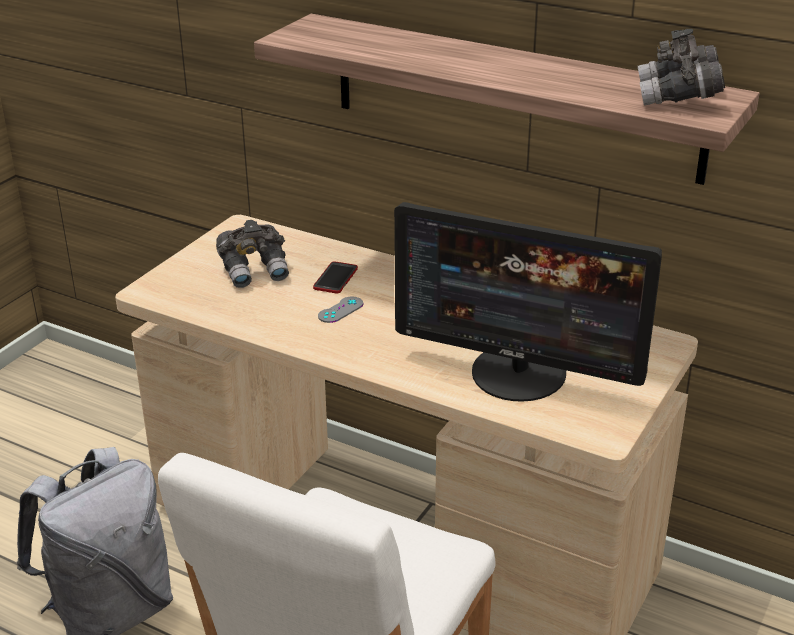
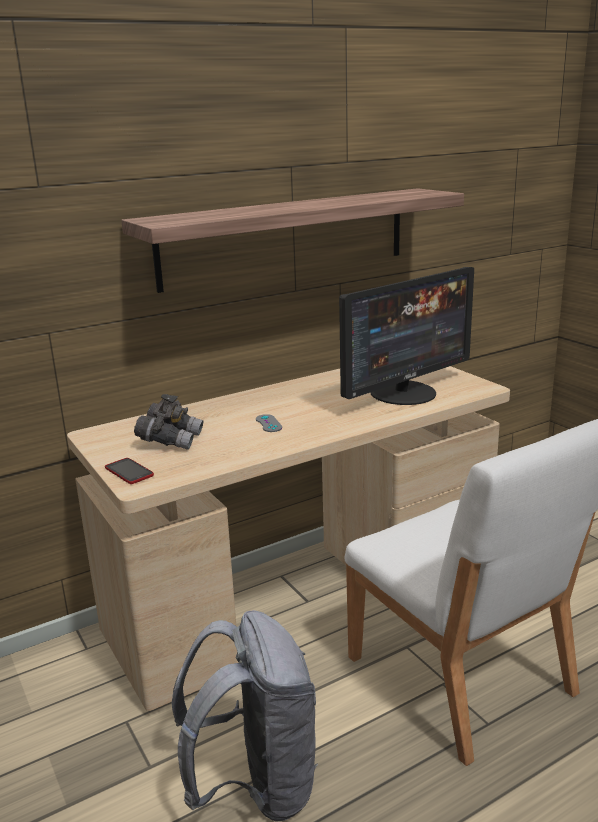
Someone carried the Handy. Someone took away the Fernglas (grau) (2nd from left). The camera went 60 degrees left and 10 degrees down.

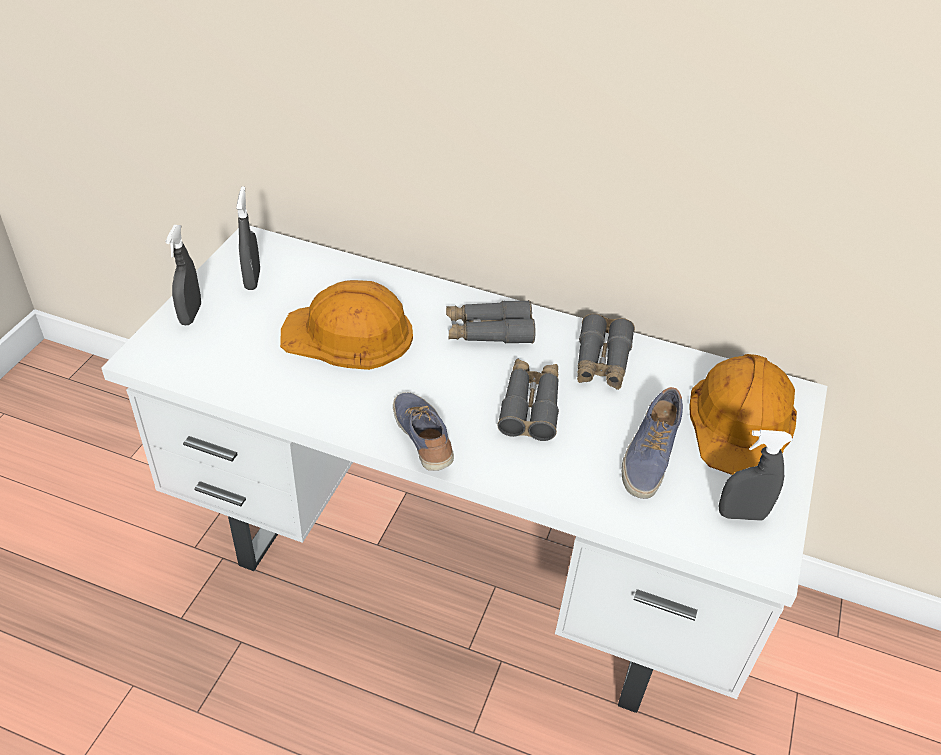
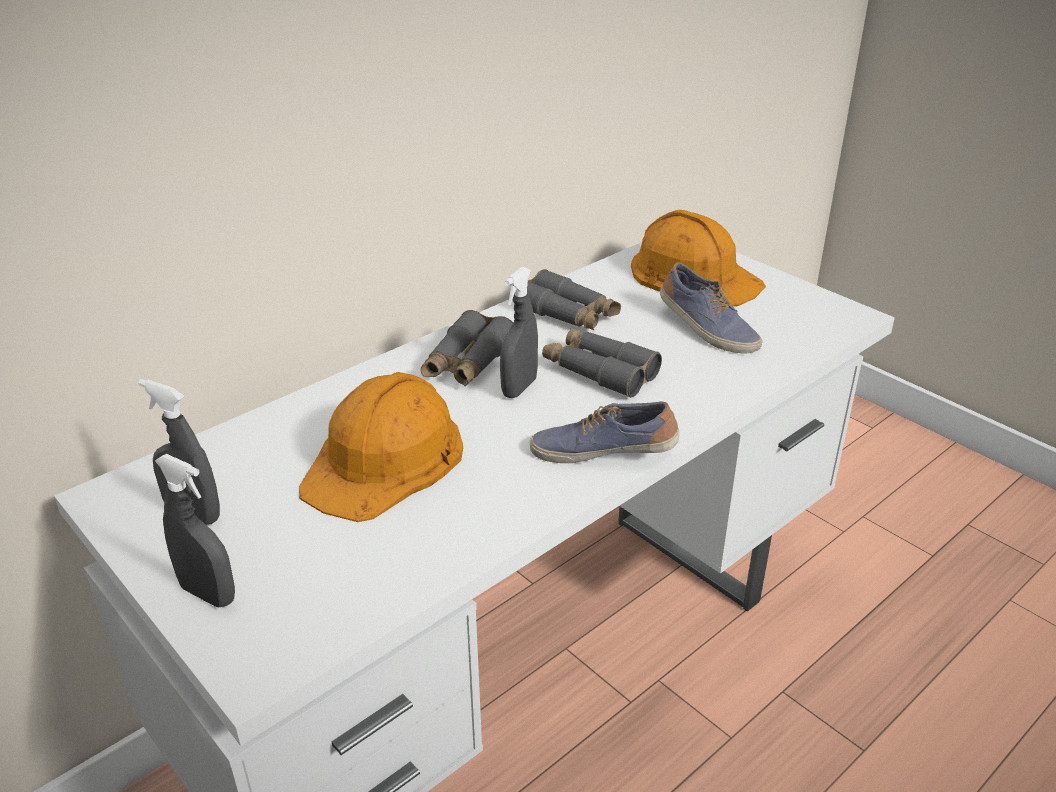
Someone carried the Sprühflasche (grau) (3rd from left). The camera went 60 degrees left and 10 degrees down.

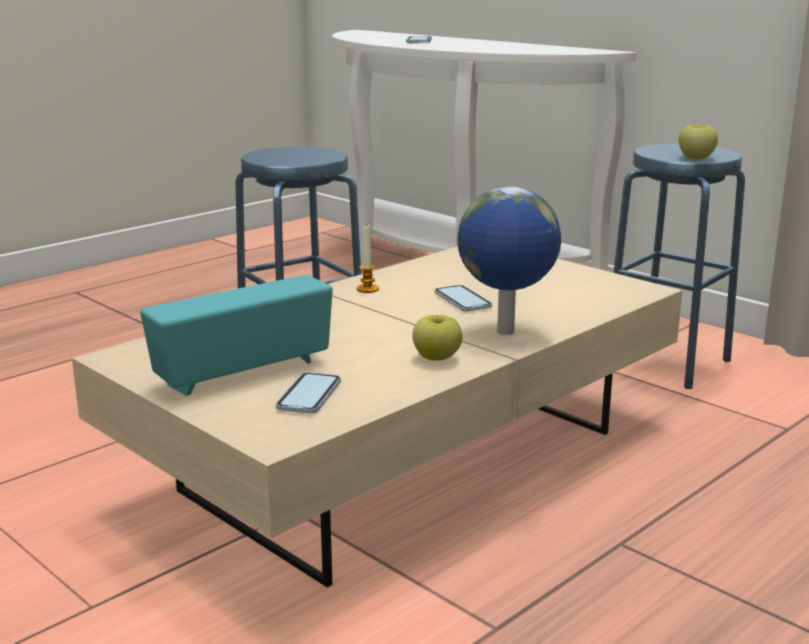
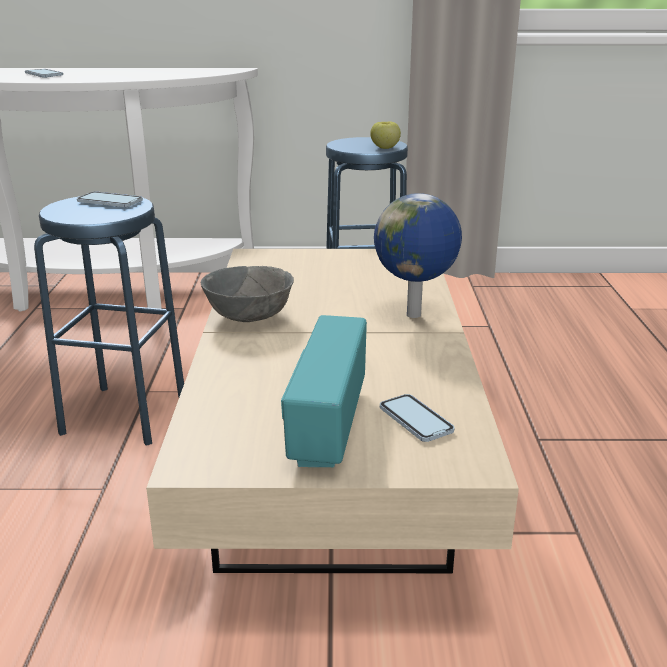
Someone carried the Handy (3rd from left in the first image). Someone swapped the Kerze for the Schüssel (grau). Someone took away the Apfel (1st from left). The camera went 45 degrees left and 5 degrees up.

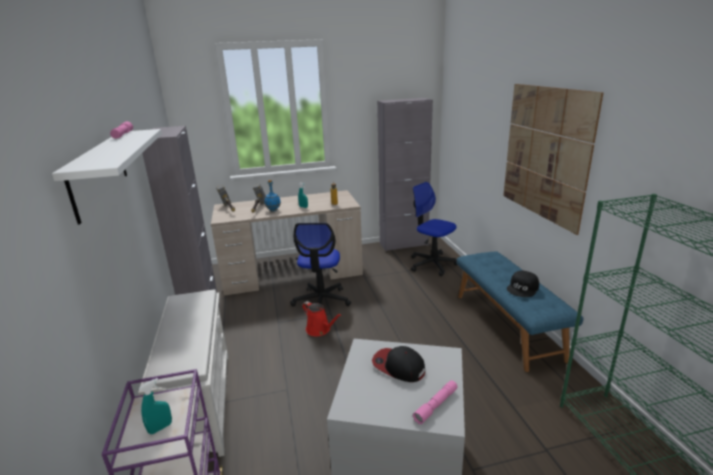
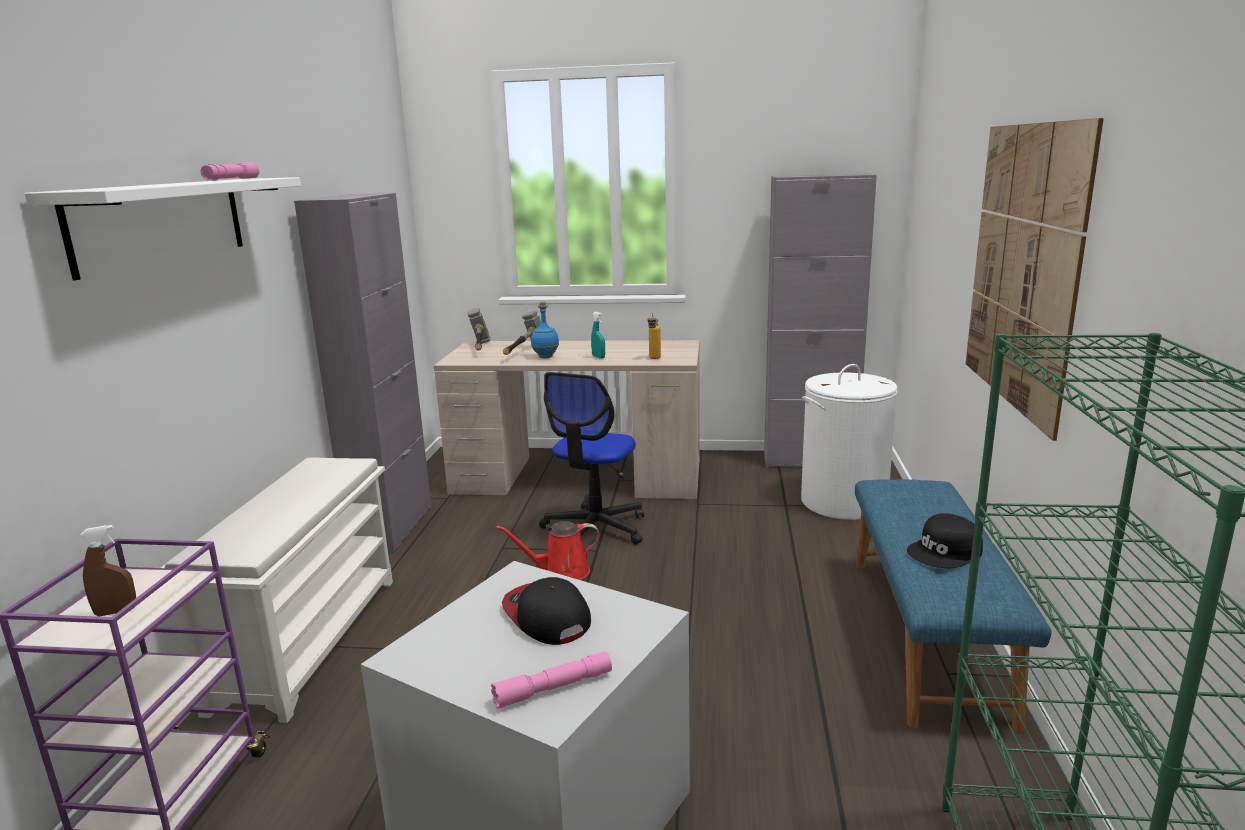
Someone repainted the Sprühflasche (türkis) (1st from left), which became the Sprühflasche (braun). Someone rotated the Gießkanne (rot) by 105 degrees clockwise. Someone swapped the Bürostuhl (2nd from left) for the Wäschekorb (weiß). The camera went 20 degrees right and 5 degrees down.

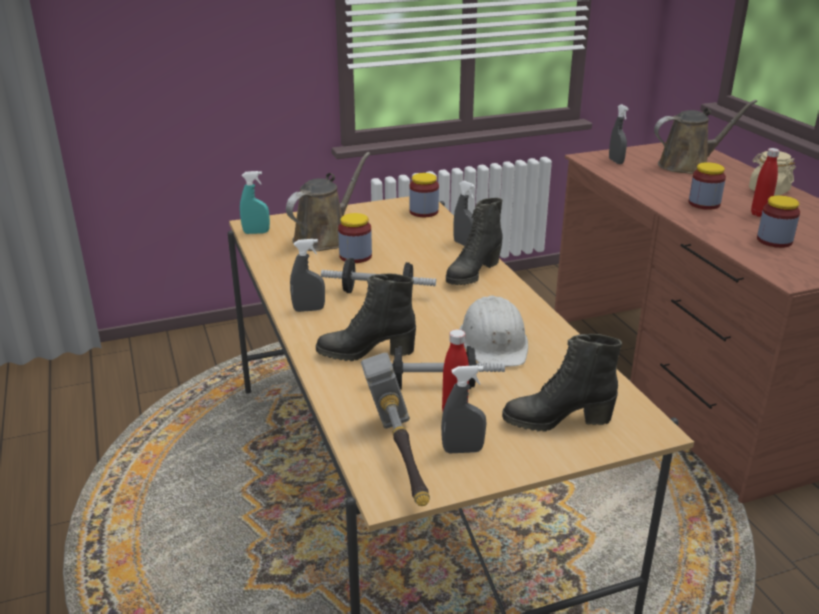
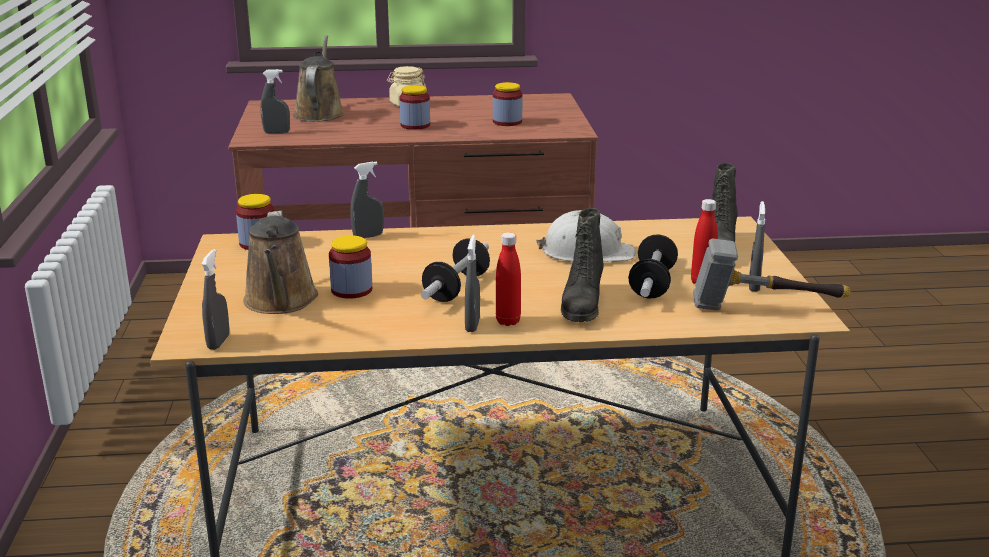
Someone repainted the Sprühflasche (türkis), which became the Sprühflasche (grau) (1st from left). Someone rotated the Gießkanne (braun) (1st from left) by 150 degrees counterclockwise. Someone carried the Flasche (rot) (2nd from left in the first image). Someone took away the Stiefel (schwarz) (2nd from left). The camera went 75 degrees left and 5 degrees down.

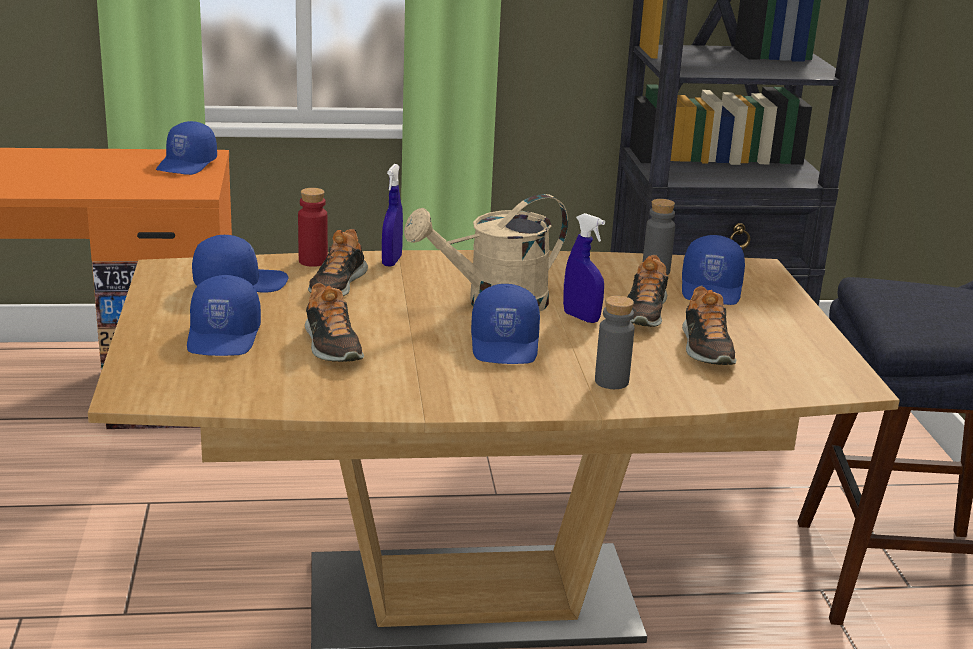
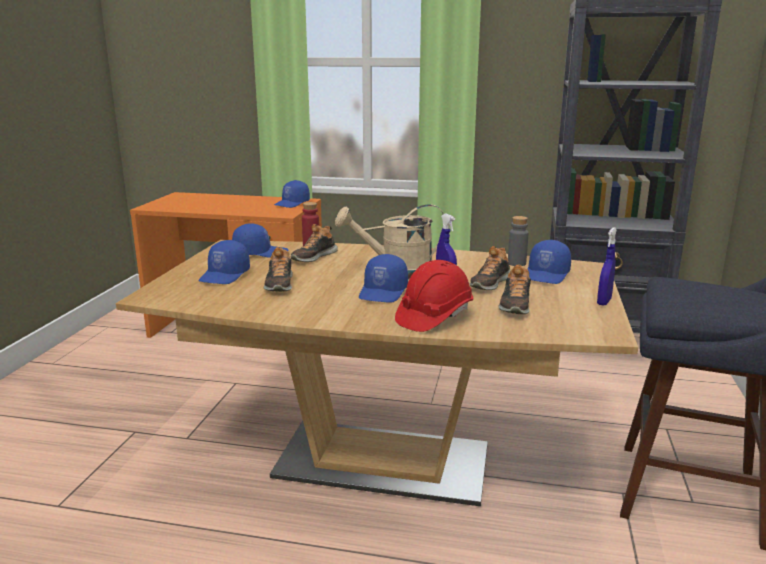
Someone swapped the Flasche (grau) (1st from left) for the Schutzhelm (rot). Someone carried the Sprühflasche (blau) (1st from left in the first image). The camera went 20 degrees right and 5 degrees down.

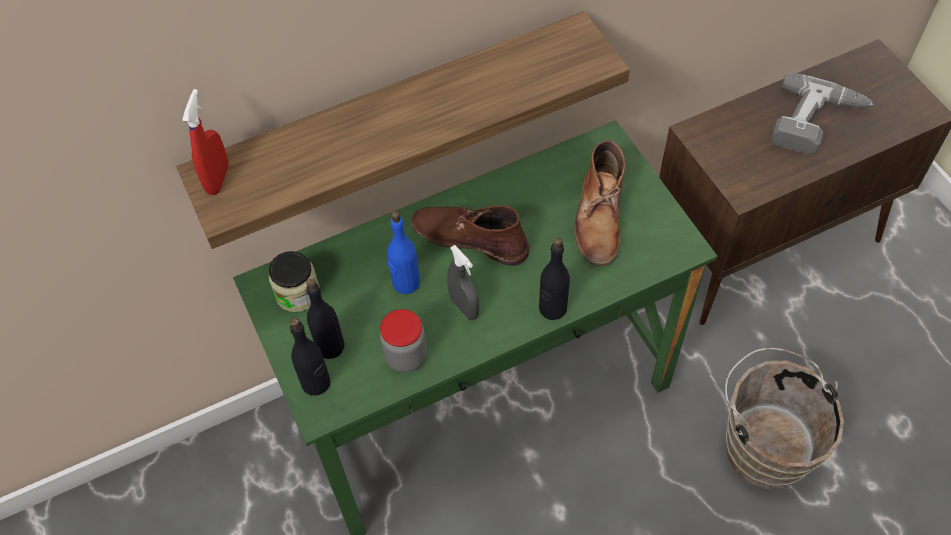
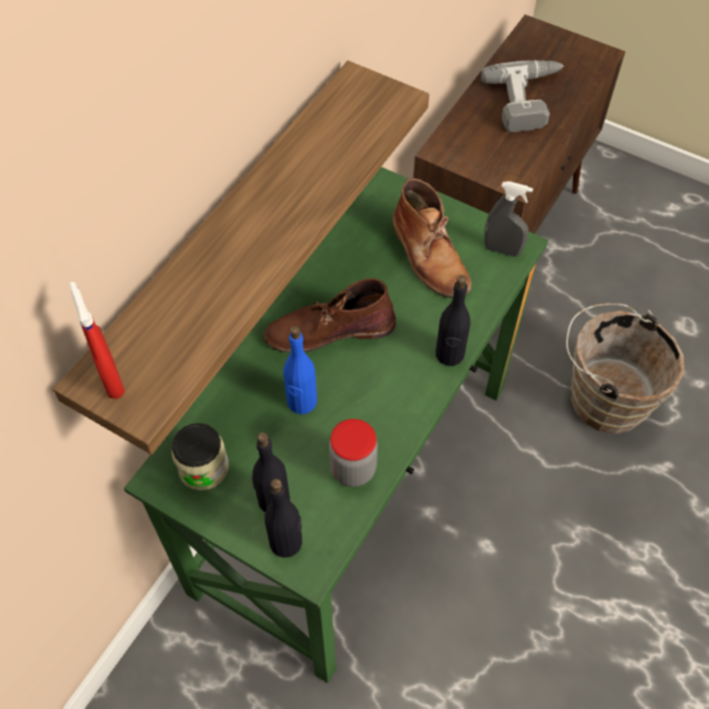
Someone carried the Sprühflasche (grau). The camera went 35 degrees left and 0 degrees up.

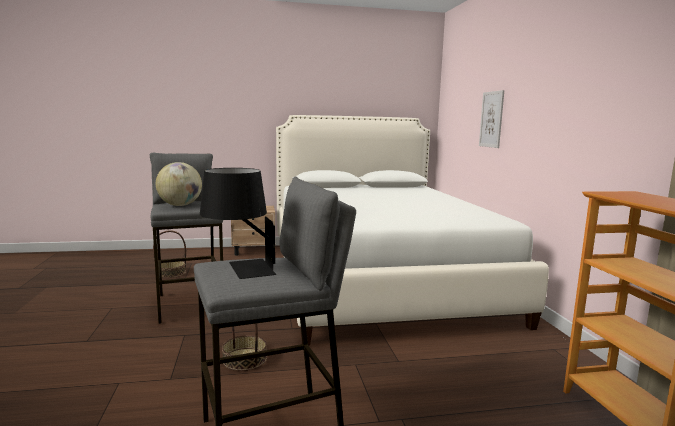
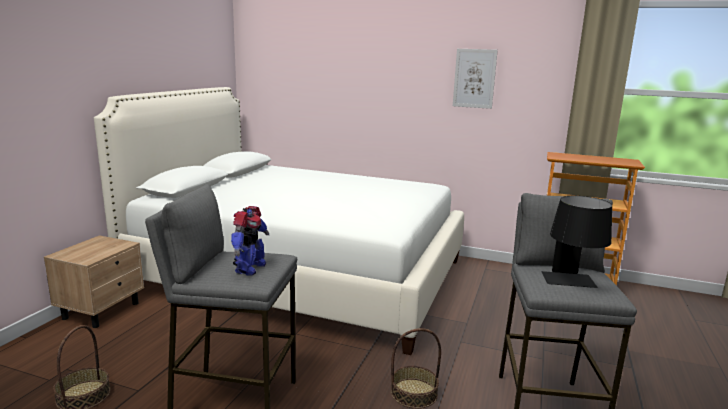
Someone swapped the Globus for the Spielzeugroboter. Someone carried the Bild. The camera went 60 degrees left and 5 degrees up.

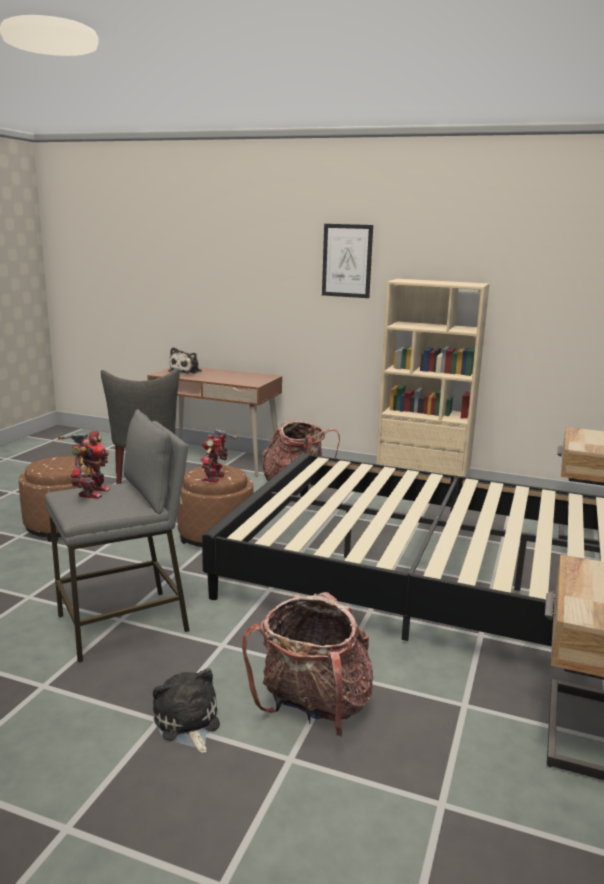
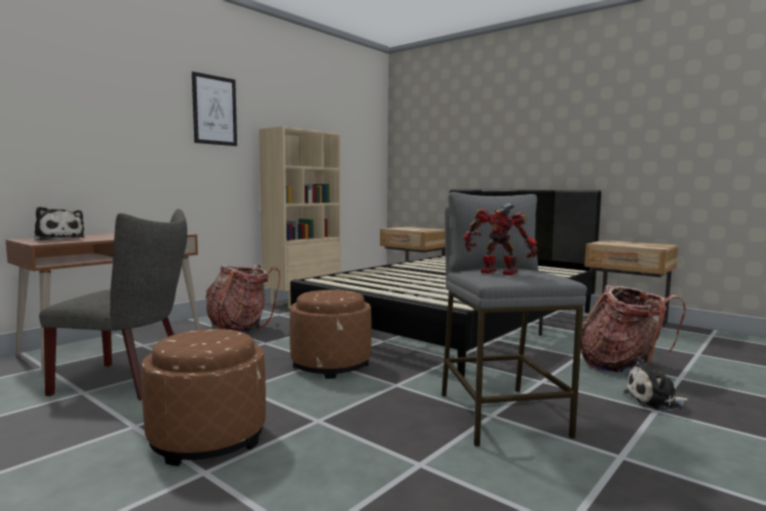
Someone took away the Spielzeugroboter (2nd from left). The camera went 70 degrees left and 10 degrees down.

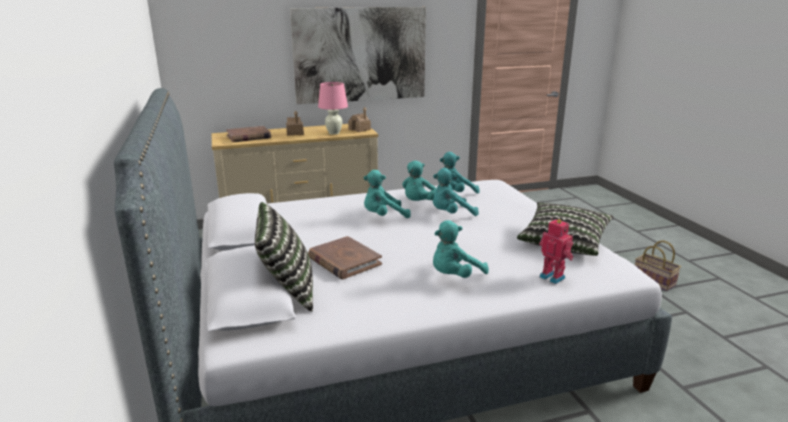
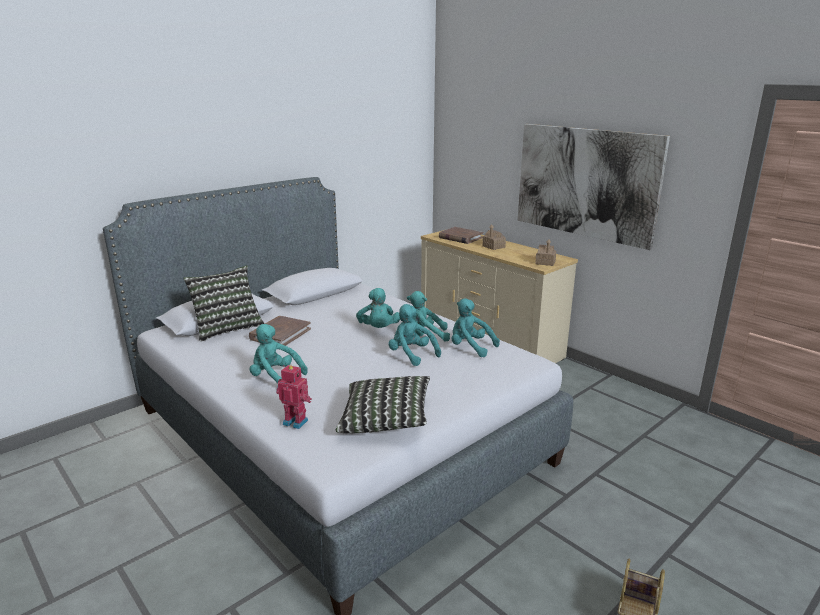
Someone rotated the Spielzeugroboter by 90 degrees counterclockwise. Someone rotated the Plüschtier (türkis) (1st from left in the first image) by 150 degrees counterclockwise. Someone took away the Tischlampe (rosa). The camera went 65 degrees right and 0 degrees up.

